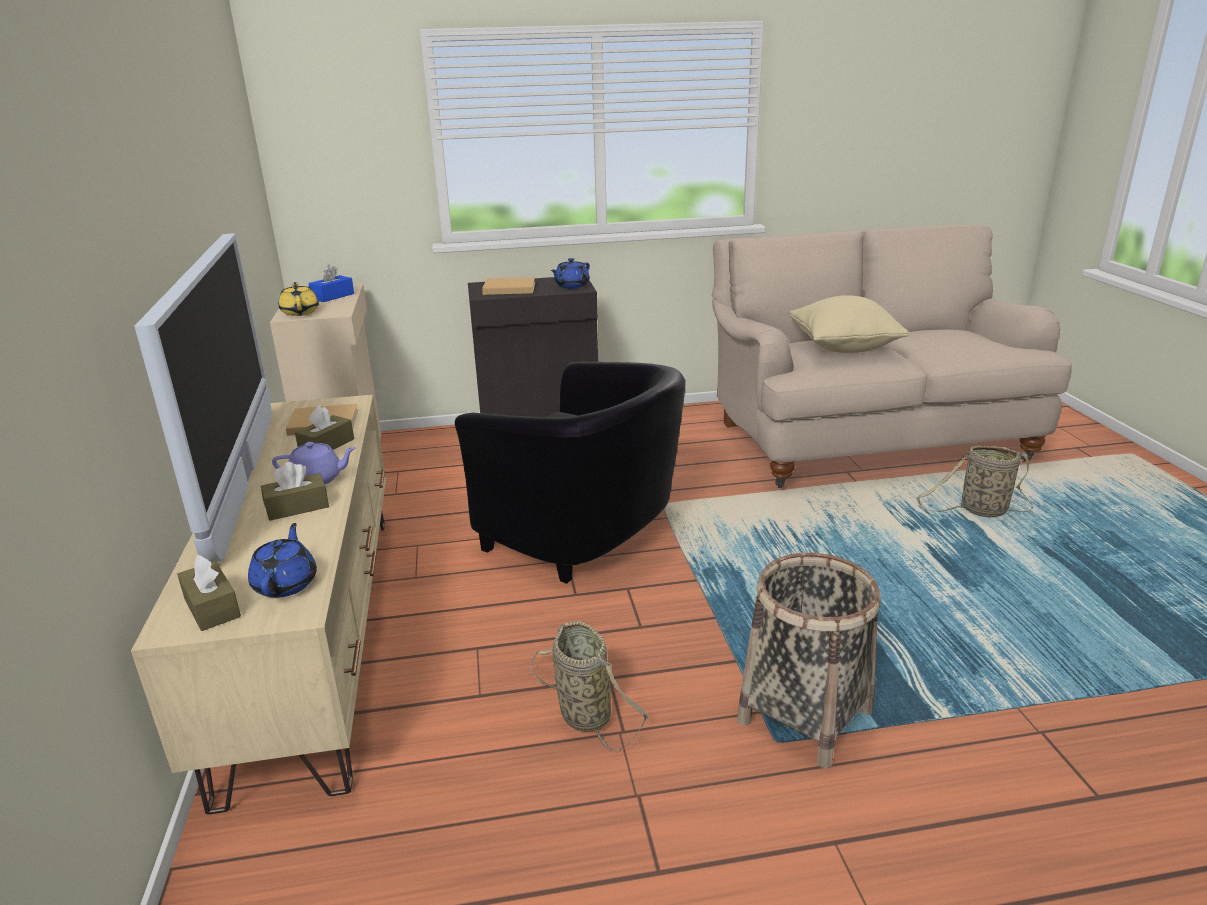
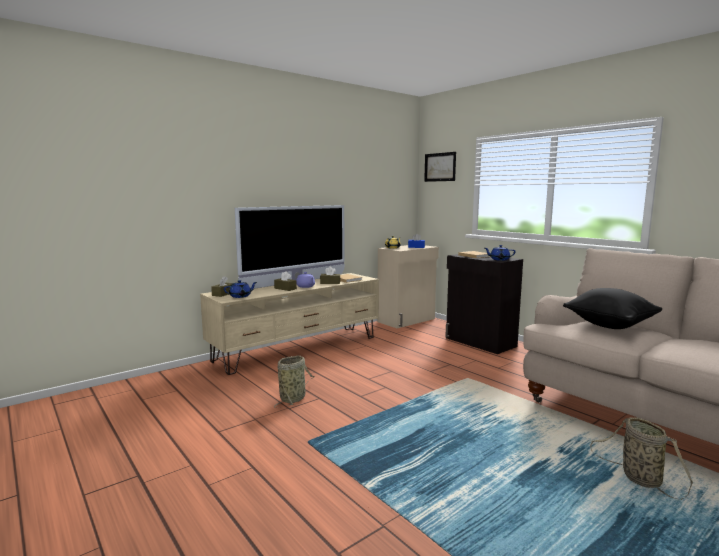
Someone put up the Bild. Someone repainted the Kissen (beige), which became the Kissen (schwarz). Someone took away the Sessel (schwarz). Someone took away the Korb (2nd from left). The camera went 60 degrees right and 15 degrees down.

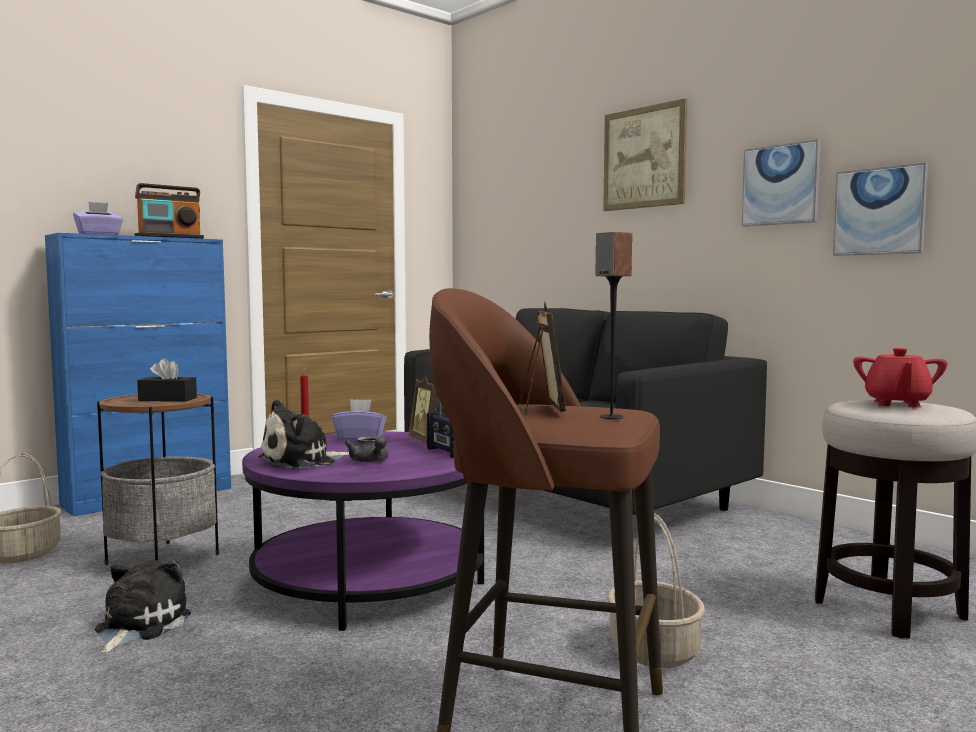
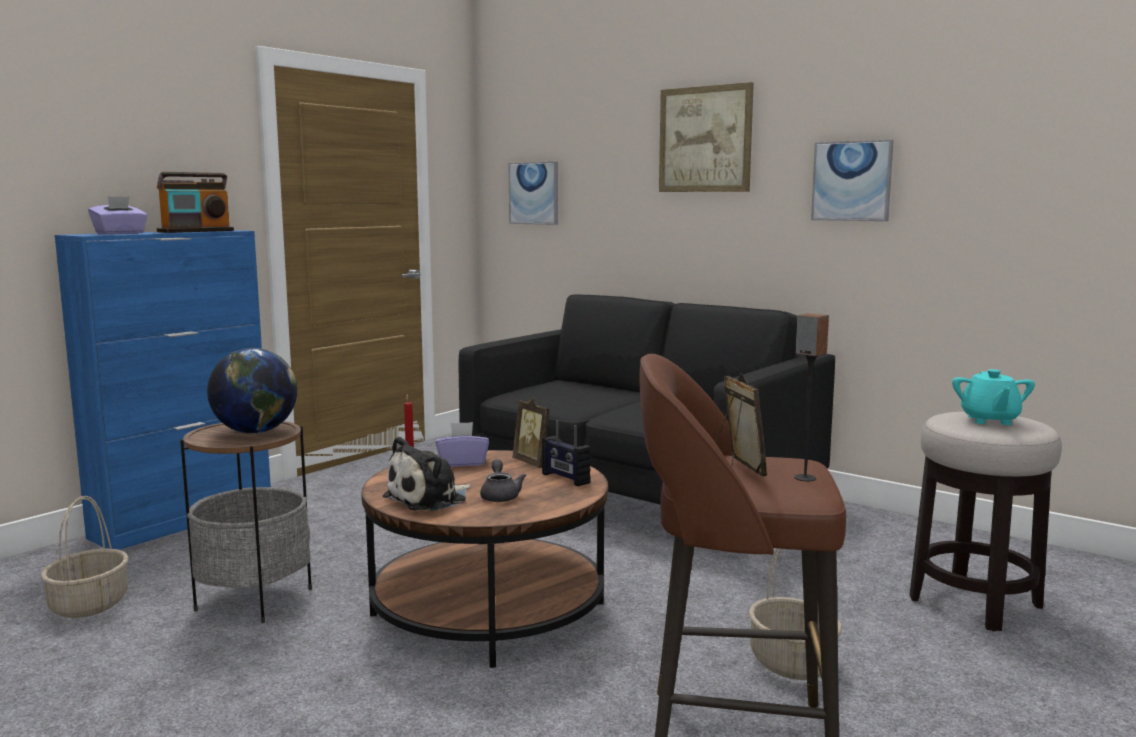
Someone swapped the Taschentuchbox (schwarz) for the Globus. Someone repainted the Couchtisch (lila), which became the Couchtisch (braun). Someone rotated the Teekanne (grau) by 150 degrees counterclockwise. Someone carried the Bild (3rd from left in the first image). Someone repainted the Teekanne (rot), which became the Teekanne (türkis). Someone took away the Plüschtier (1st from left). The camera went 10 degrees left and 5 degrees up.

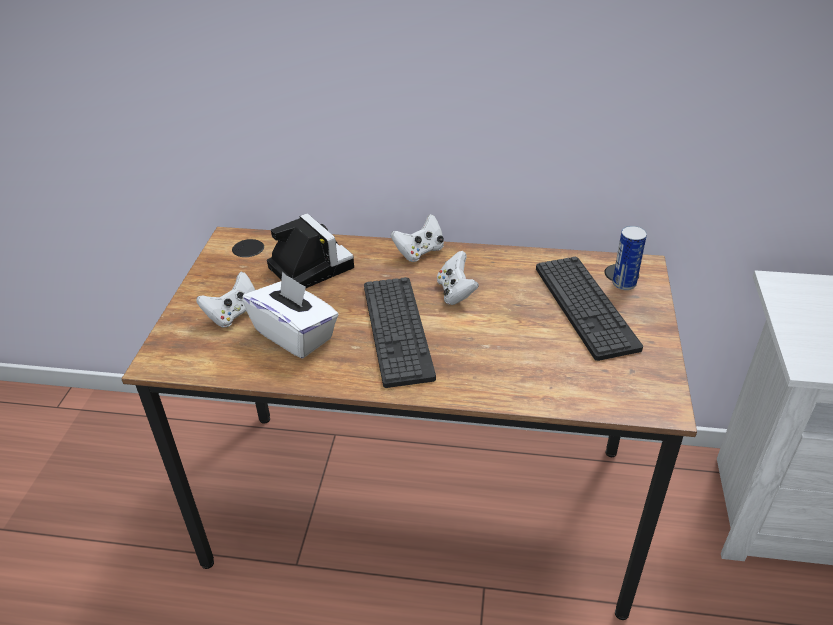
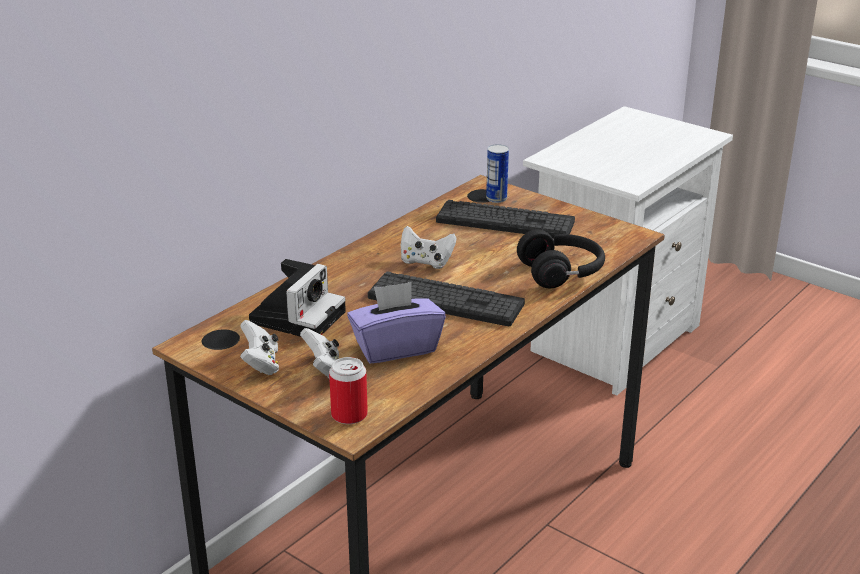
Someone carried the Gamepad (weiß) (2nd from left in the first image). Someone rotated the Kamera by 120 degrees clockwise. Someone put down the Dose (1st from left). Someone repainted the Taschentuchbox (weiß), which became the Taschentuchbox (lila). Someone put down the Kopfhörer (schwarz). The camera went 60 degrees left and 10 degrees down.

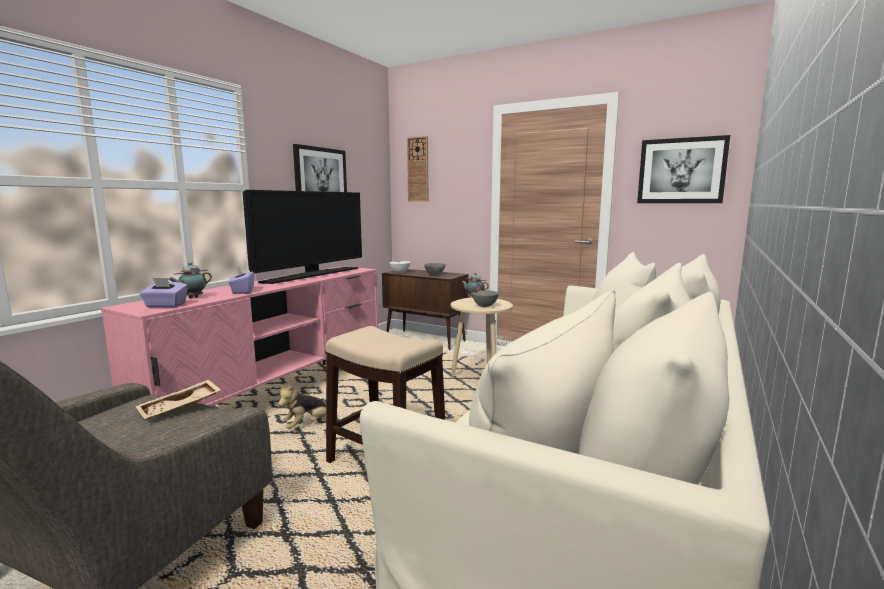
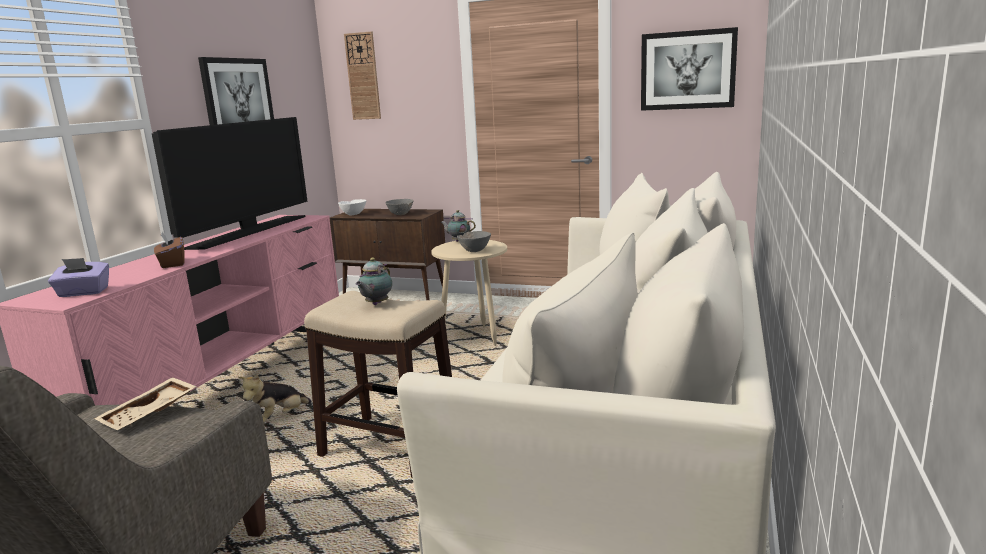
Someone repainted the Taschentuchbox (lila) (2nd from left), which became the Taschentuchbox (braun). Someone carried the Teekanne (1st from left). The camera went 10 degrees left and 5 degrees up.

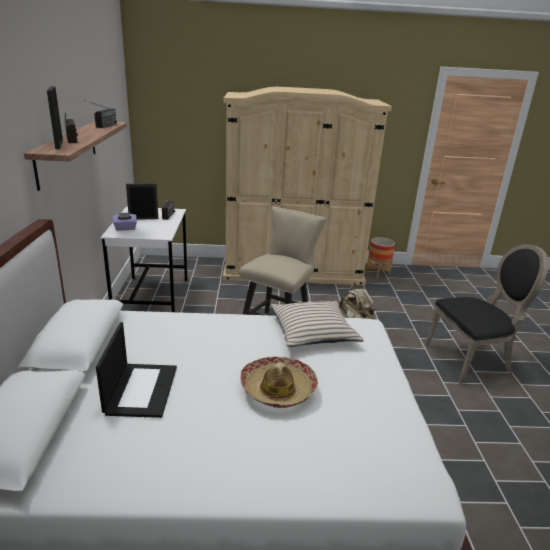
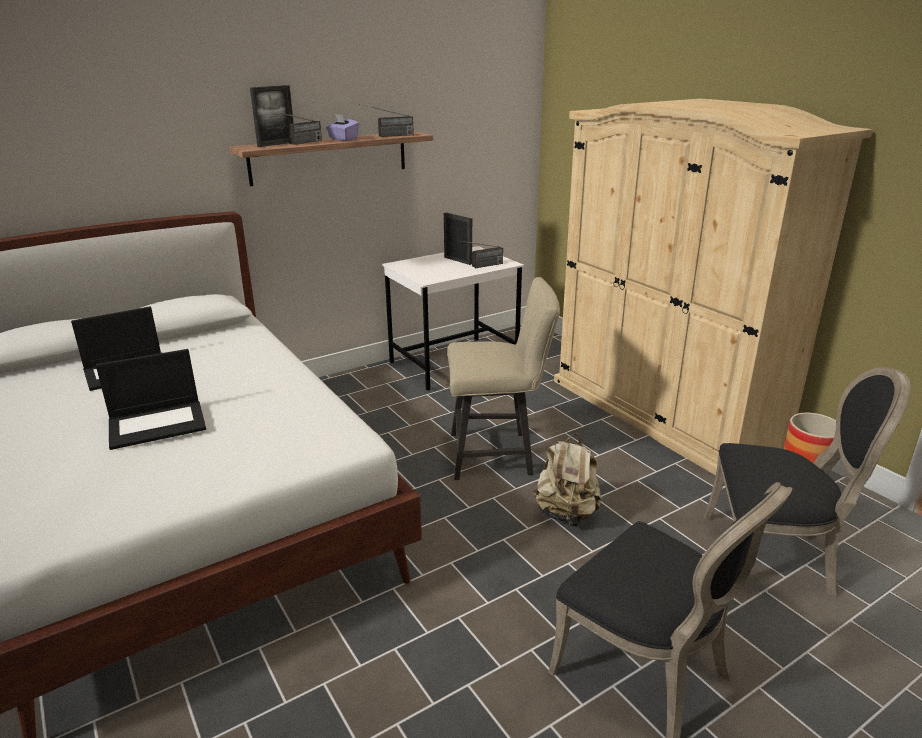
Someone swapped the Hut for the Laptop (2nd from left). Someone carried the Taschentuchbox (lila). Someone put down the Stuhl (schwarz) (2nd from left). Someone took away the Kissen (beige). The camera went 60 degrees right and 0 degrees up.

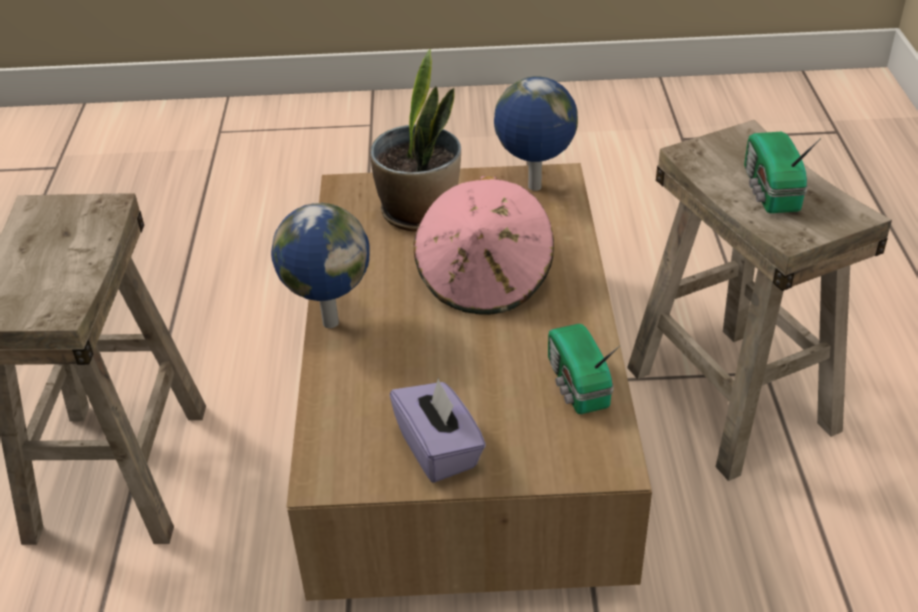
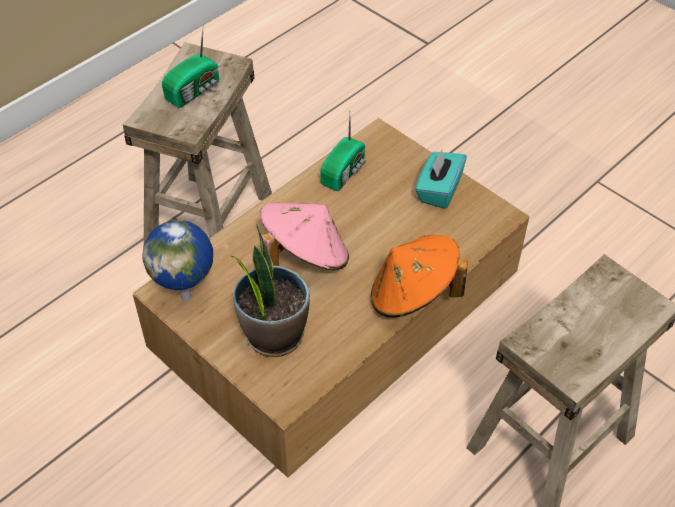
Someone swapped the Globus (1st from left) for the Hut (orange). Someone repainted the Taschentuchbox (lila), which became the Taschentuchbox (türkis). The camera went 135 degrees left and 10 degrees up.

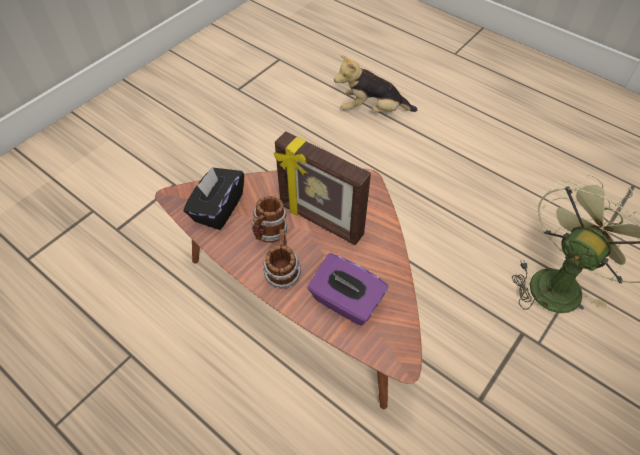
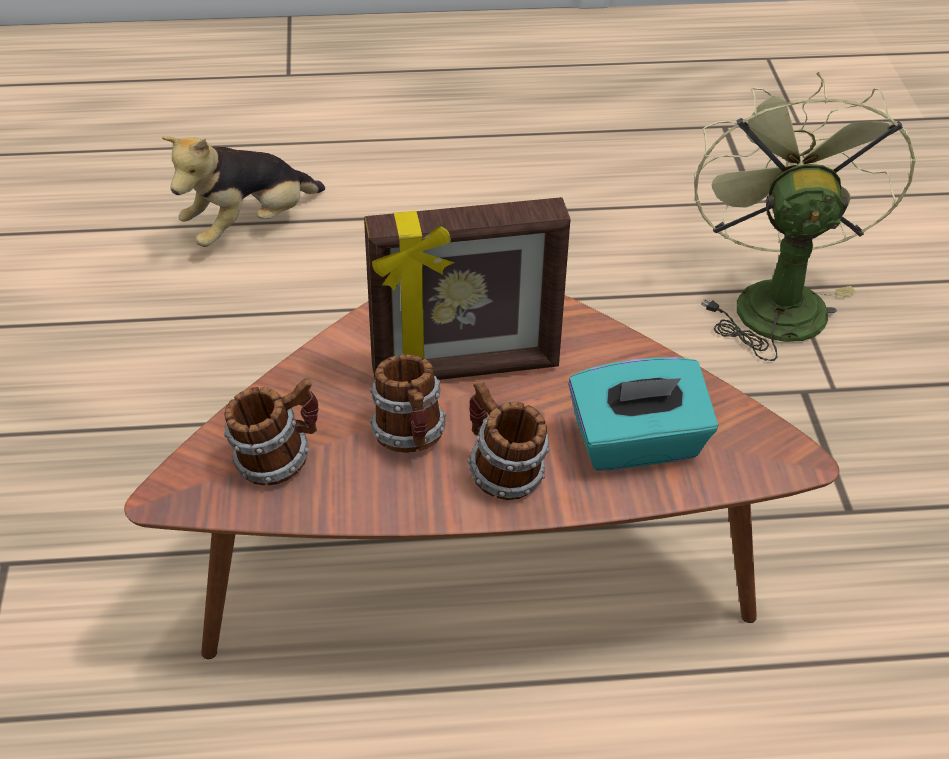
Someone swapped the Taschentuchbox (schwarz) for the Henkelbecher (1st from left). Someone repainted the Taschentuchbox (lila), which became the Taschentuchbox (türkis). The camera went 45 degrees left and 10 degrees down.

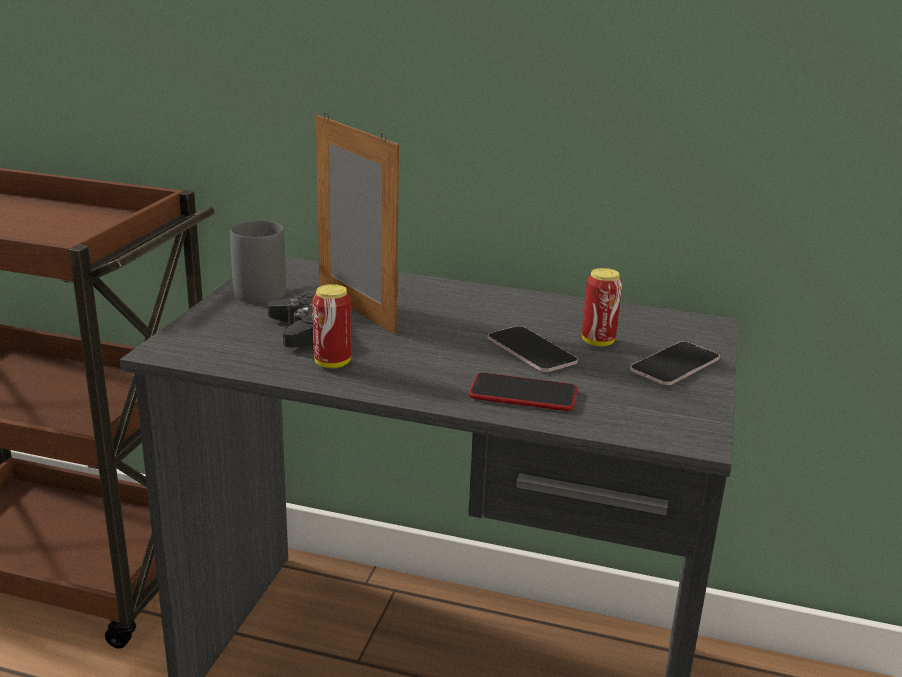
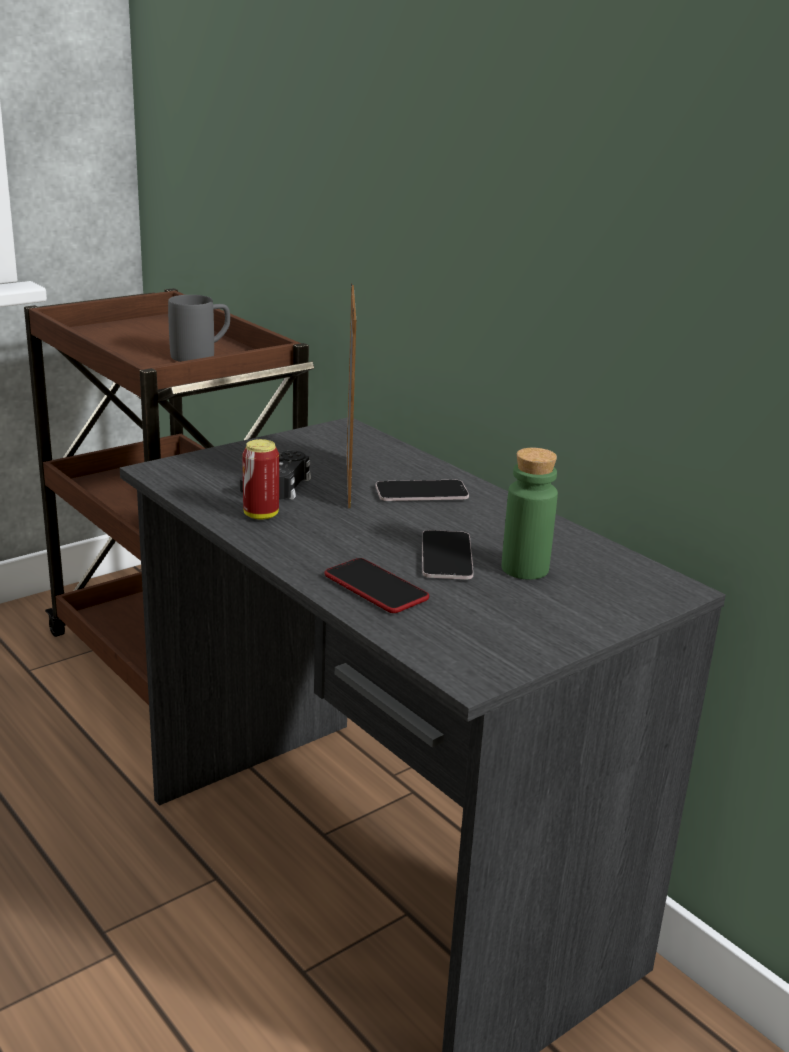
Someone carried the Henkelbecher (grau). Someone carried the Handy (3rd from left in the first image). Someone swapped the Dose (2nd from left) for the Flasche (grün). The camera went 35 degrees right and 0 degrees up.

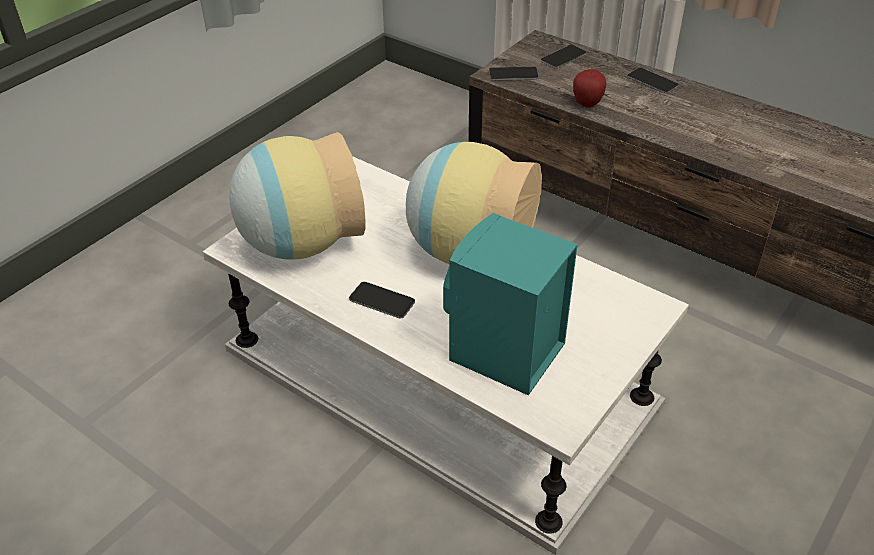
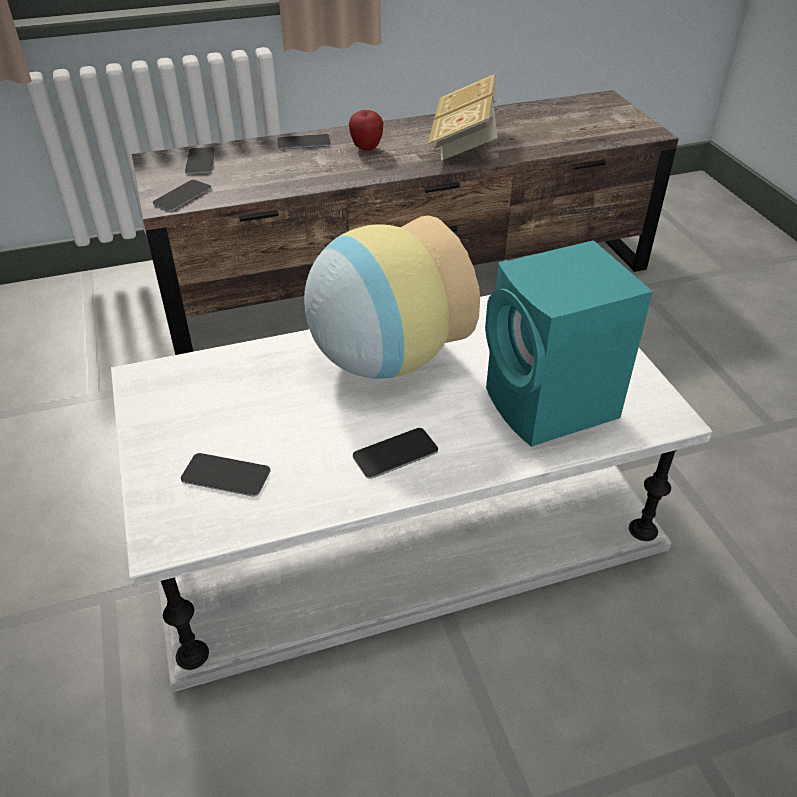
Someone swapped the Vase (1st from left) for the Handy (3rd from left). Someone carried the Apfel. Someone put down the Buch. The camera went 55 degrees left and 0 degrees up.

